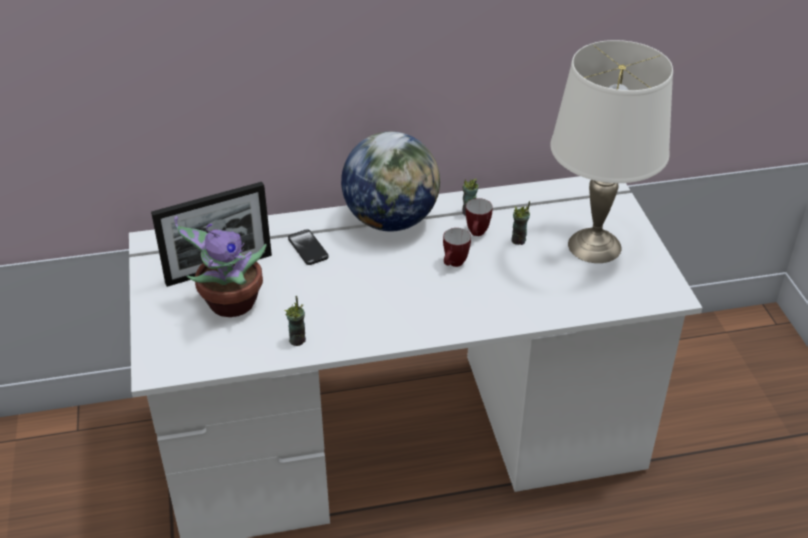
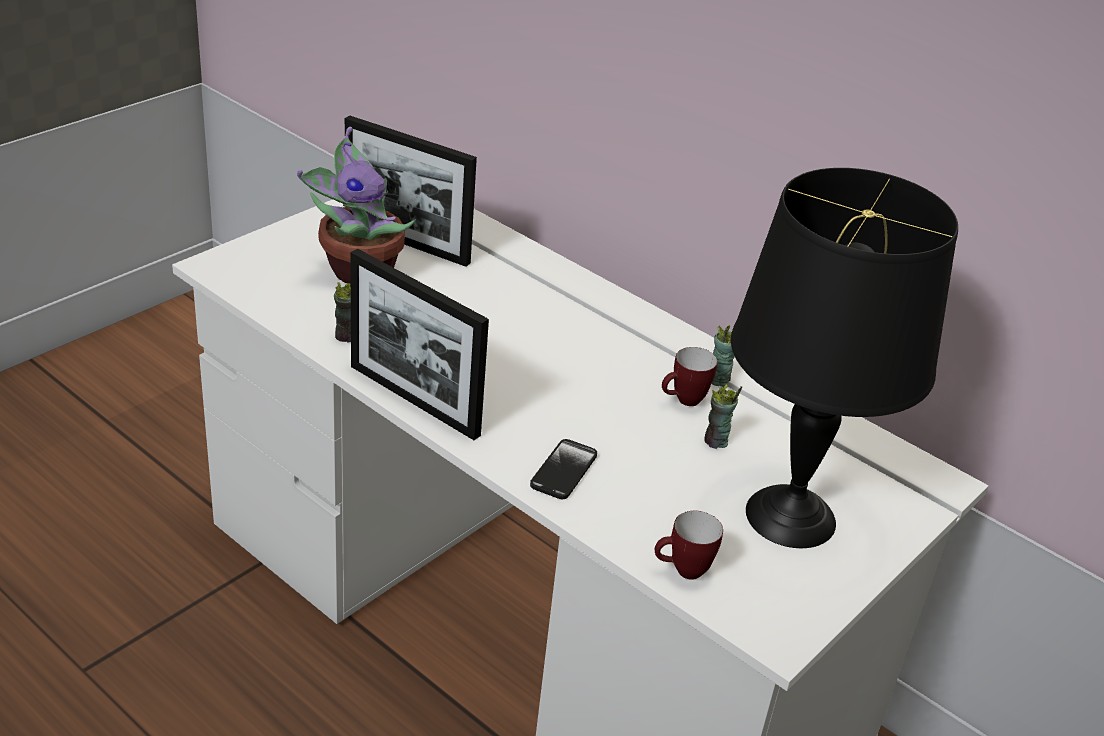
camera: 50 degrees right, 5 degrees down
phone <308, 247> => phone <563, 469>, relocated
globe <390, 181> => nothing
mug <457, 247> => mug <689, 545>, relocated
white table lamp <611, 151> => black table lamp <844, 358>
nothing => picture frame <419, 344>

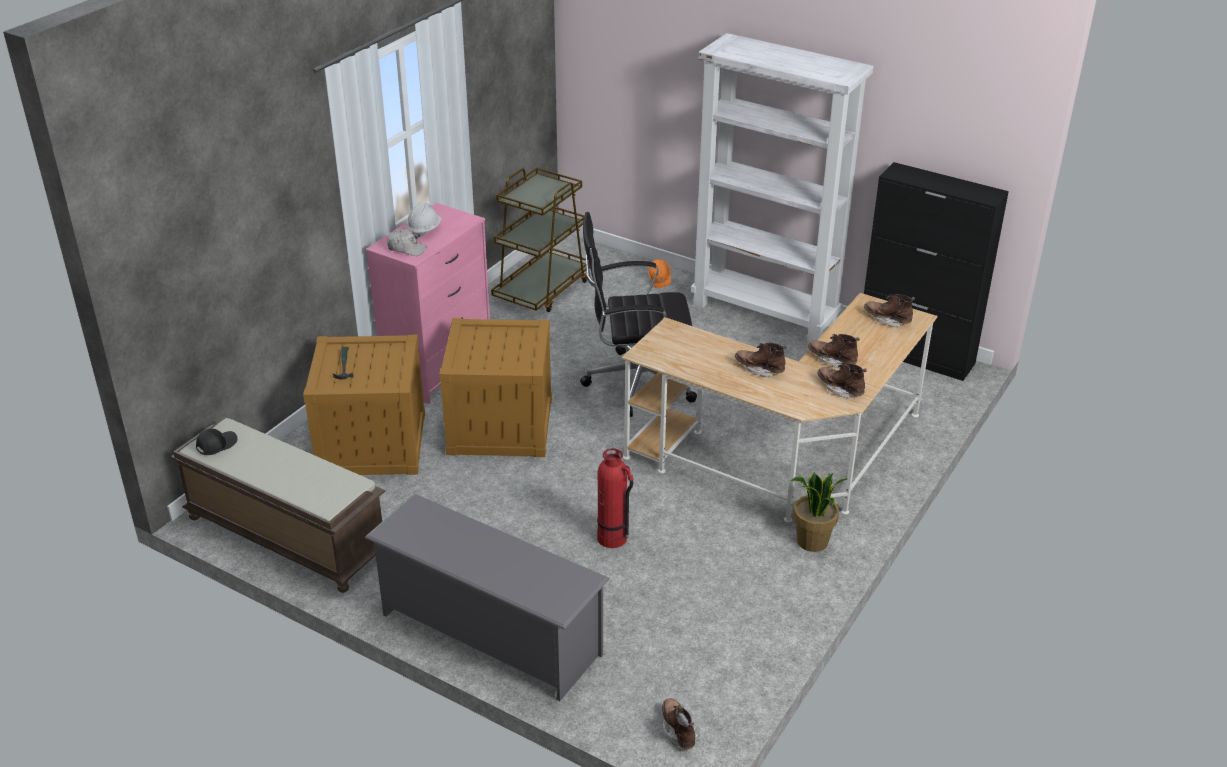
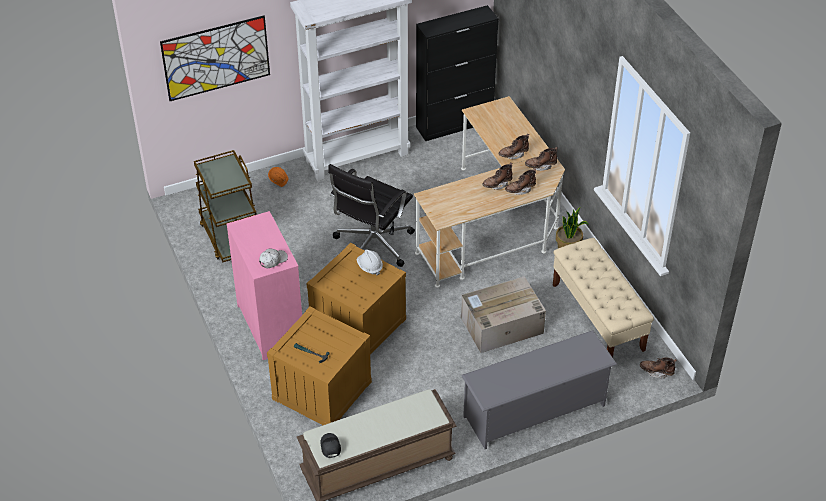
camera: 55 degrees left, 10 degrees up
white hard hat <424, 221> => white hard hat <369, 263>, relocated
fire extinguisher <615, 498> => cardboard box <503, 314>
brown boot <889, 311> => brown boot <520, 181>, relocated
nothing => picture <215, 58>
nothing => beige bench <603, 297>

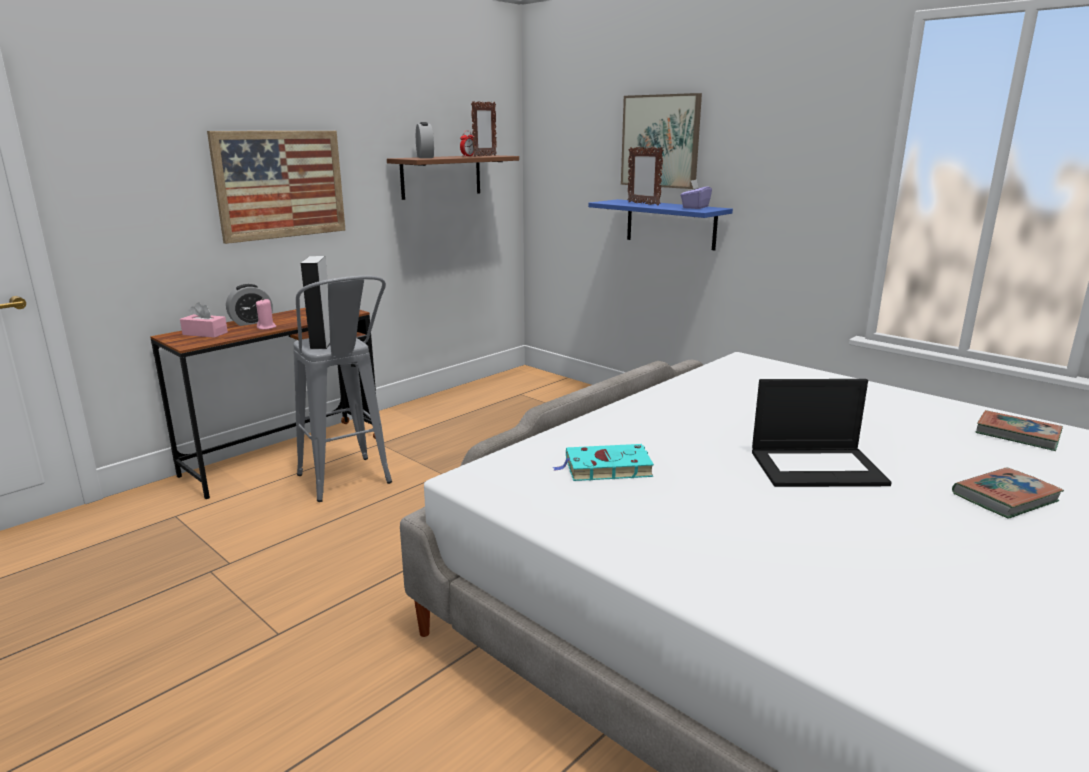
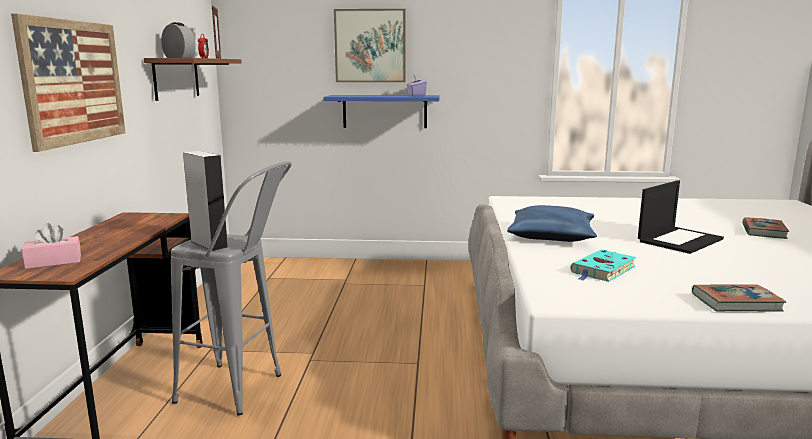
camera: 40 degrees left, 5 degrees down
alarm clock <249, 305> => nothing
pink candle <266, 314> => nothing
picture frame <645, 176> => nothing
book <1019, 430> => book <739, 298>, relocated
nothing => blue pillow <552, 223>

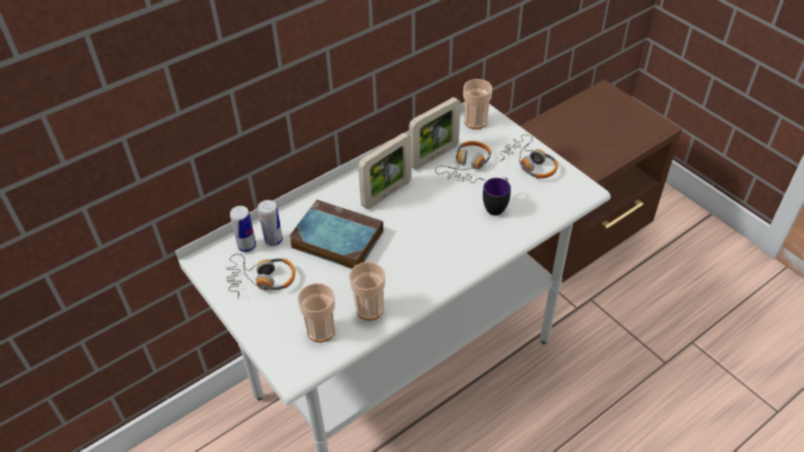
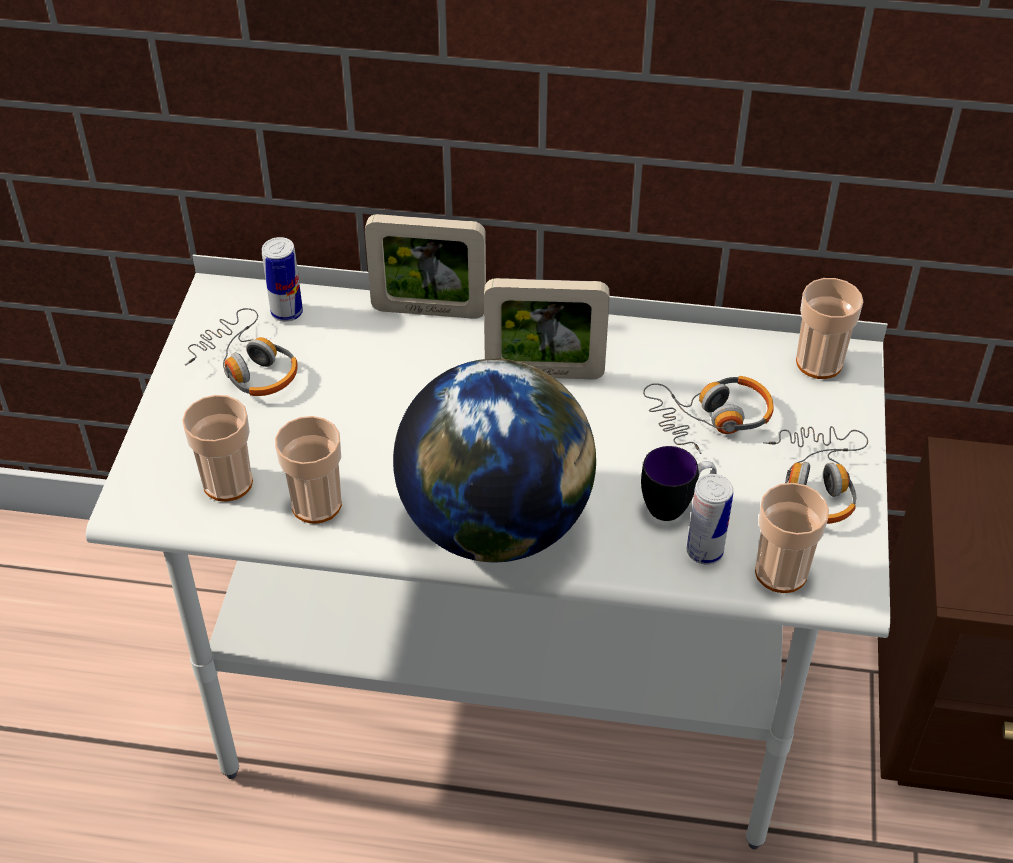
camera: 45 degrees right, 0 degrees up
can <270, 223> => can <710, 519>, relocated
book <336, 234> => nothing
picture frame <435, 133> => picture frame <425, 266>, relocated
nothing => globe <494, 460>
nothing => cup <792, 538>

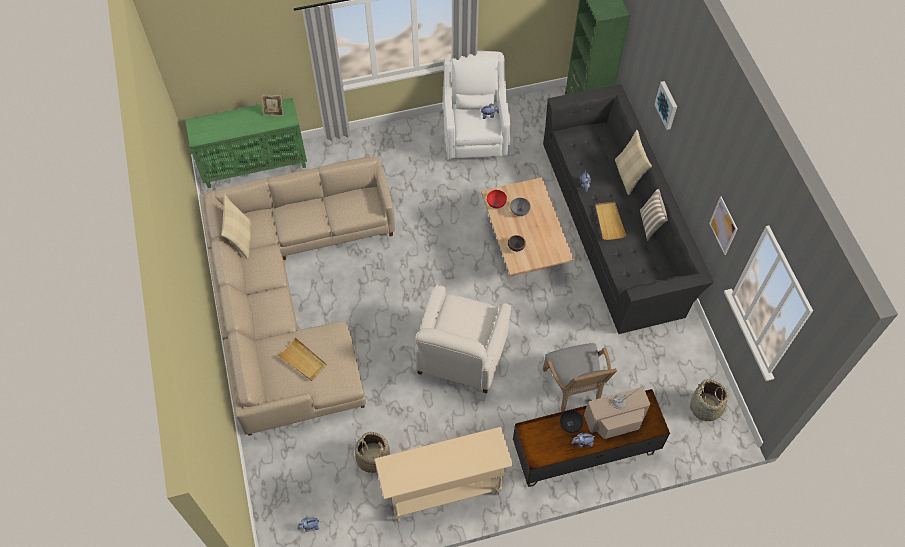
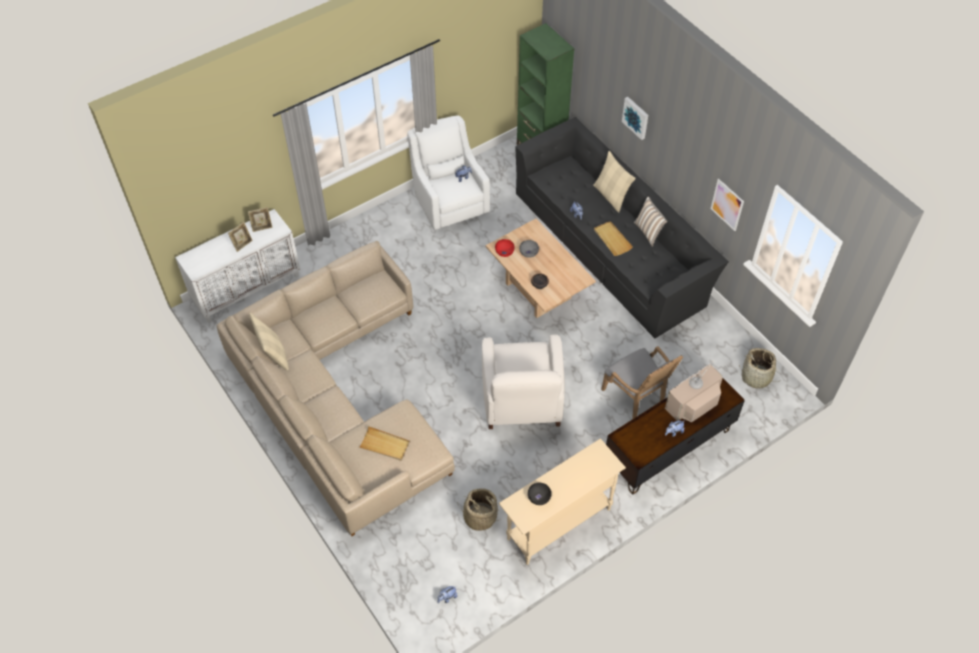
camera: 20 degrees left, 5 degrees down
green cabinet <246, 143> => white cabinet <237, 266>
black bowl <571, 421> => black bowl <539, 494>, relocated
nothing => picture frame <240, 237>

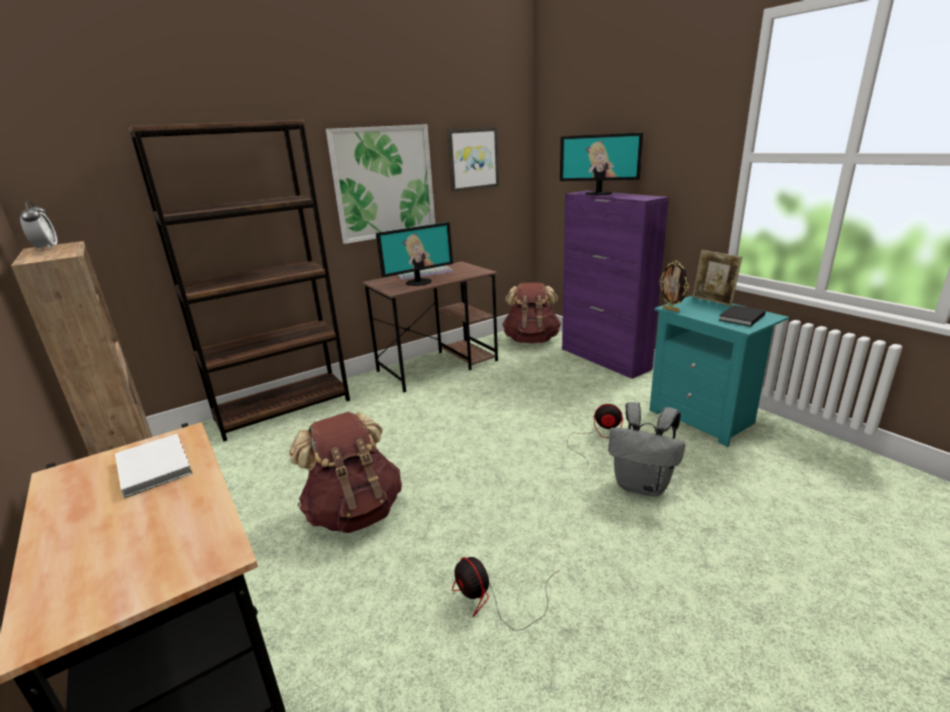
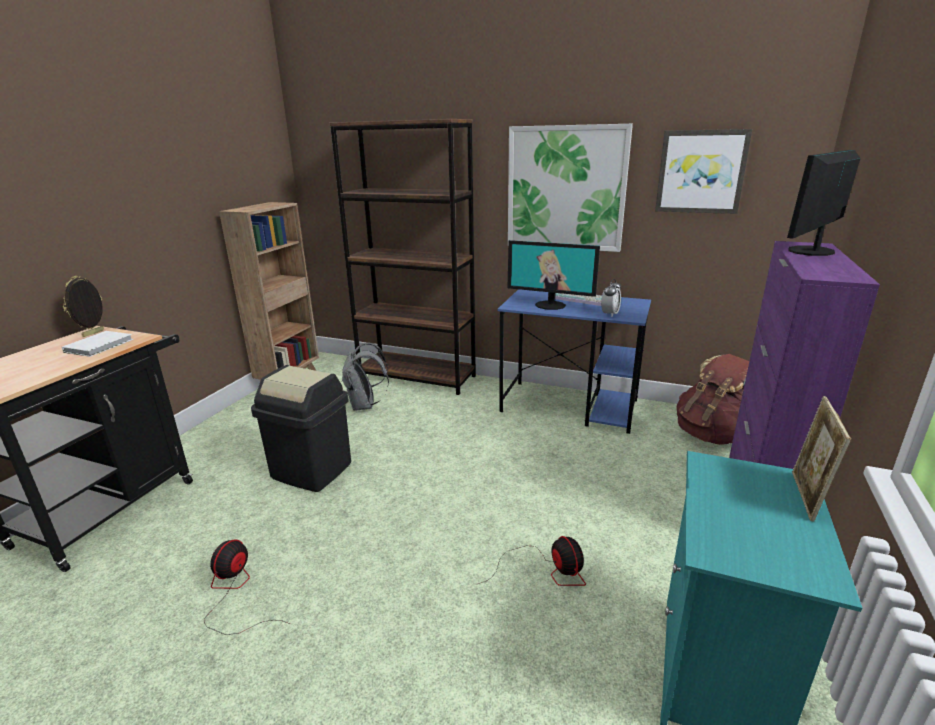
camera: 55 degrees right, 0 degrees up
alarm clock <38, 225> => alarm clock <611, 298>, relocated
brown backpack <345, 472> => black trash can <301, 428>
brown desk <430, 327> => blue desk <574, 361>
monitor <601, 164> => monitor <823, 203>, 60 degrees clockwise
grey backpack <646, 449> => grey backpack <365, 377>, relocated
picture frame <674, 286> => picture frame <83, 306>, relocated
black book <742, 315> => nothing

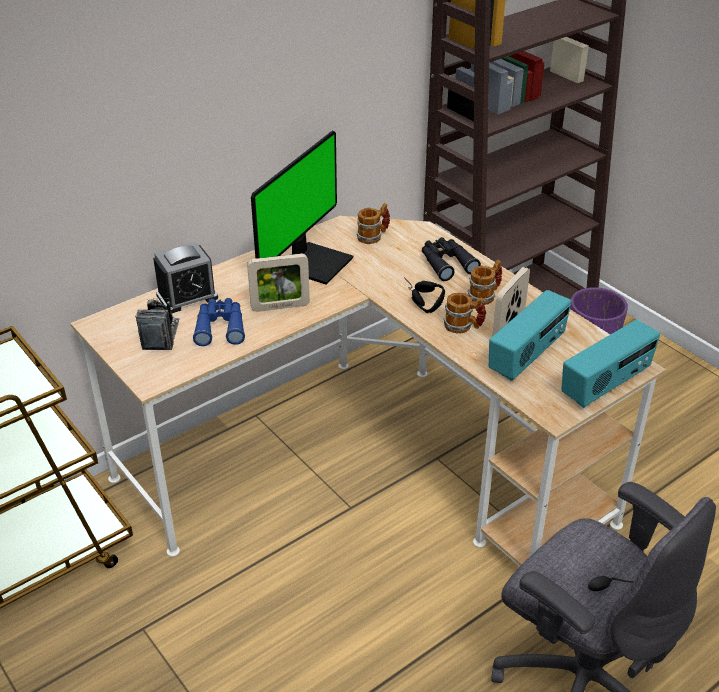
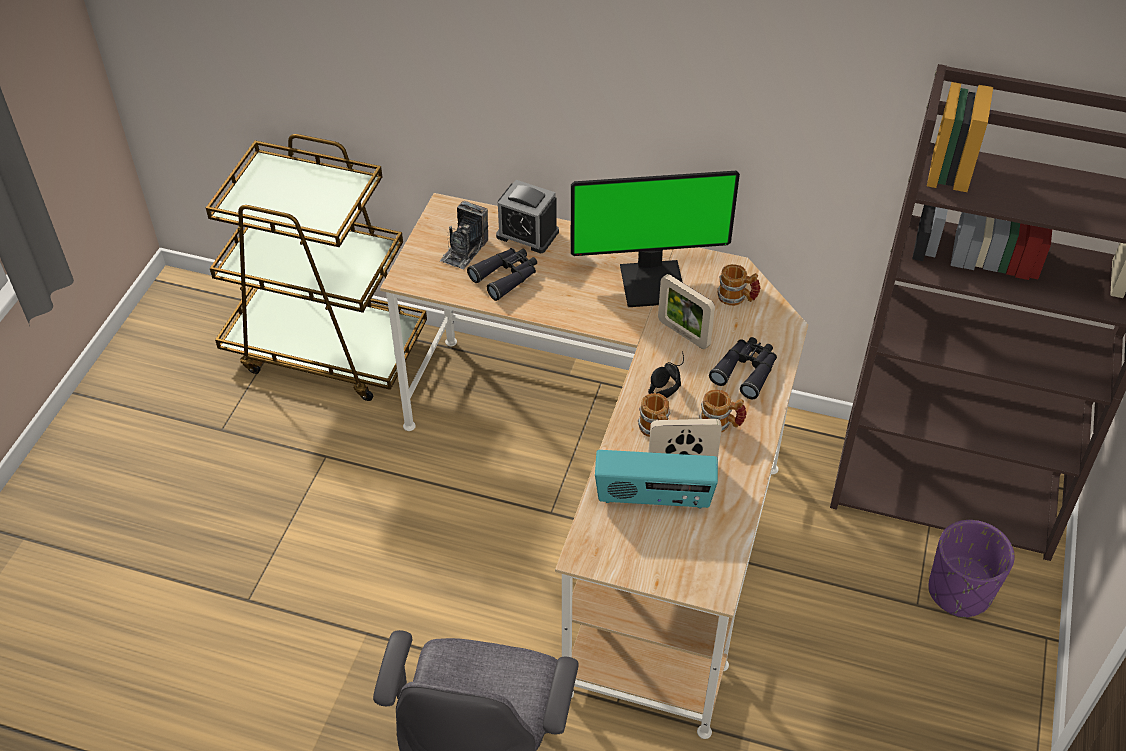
camera: 55 degrees right, 10 degrees up
photo camera <157, 324> => photo camera <464, 235>, 150 degrees clockwise
blue binoculars <219, 322> => black binoculars <502, 274>
picture frame <278, 282> => picture frame <686, 311>, relocated
radio <610, 364> => nothing

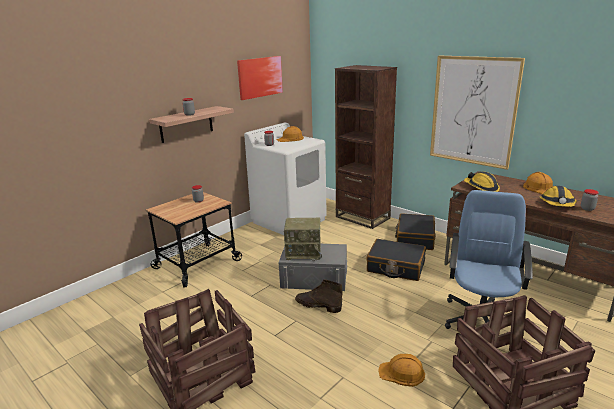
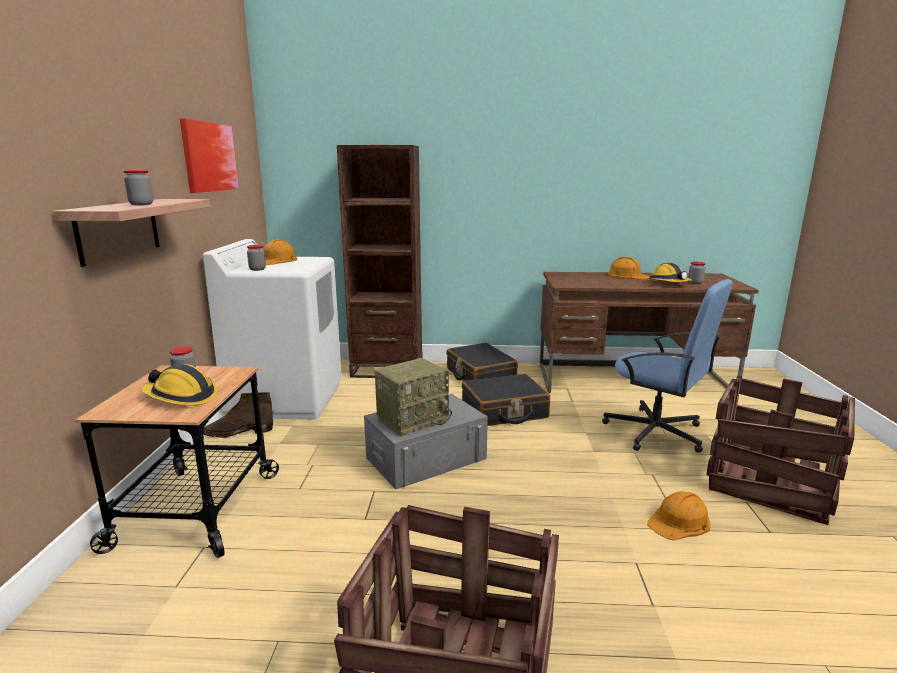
camera: 40 degrees left, 5 degrees down
brown boot <319, 296> => brown boot <238, 415>, relocated
picture <477, 113> => nothing
blue office chair <489, 259> => blue office chair <667, 366>, 150 degrees clockwise
hard hat <482, 182> => hard hat <179, 385>, relocated

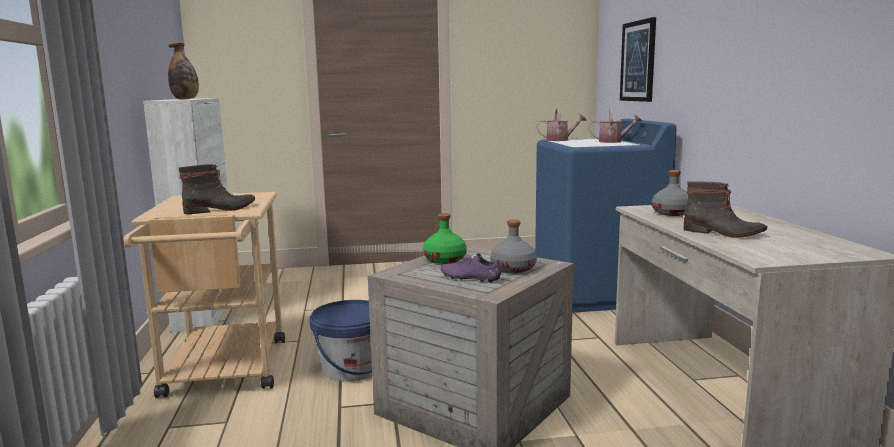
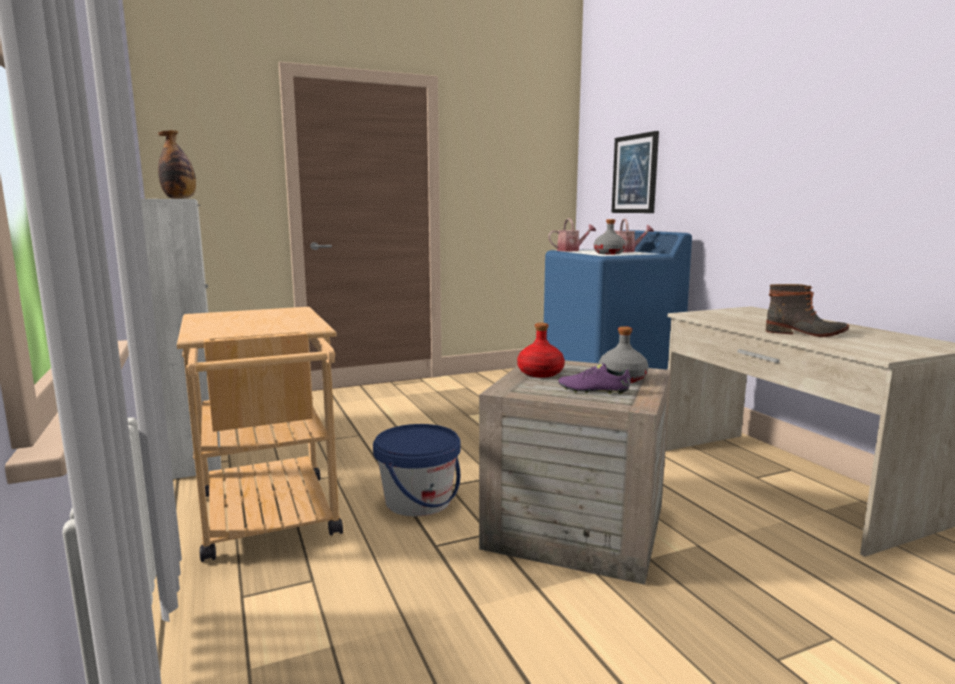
camera: 15 degrees left, 0 degrees up
boot <216, 189> => nothing
green bottle <445, 238> => red bottle <541, 350>
grey bottle <670, 193> => grey bottle <610, 236>, relocated

